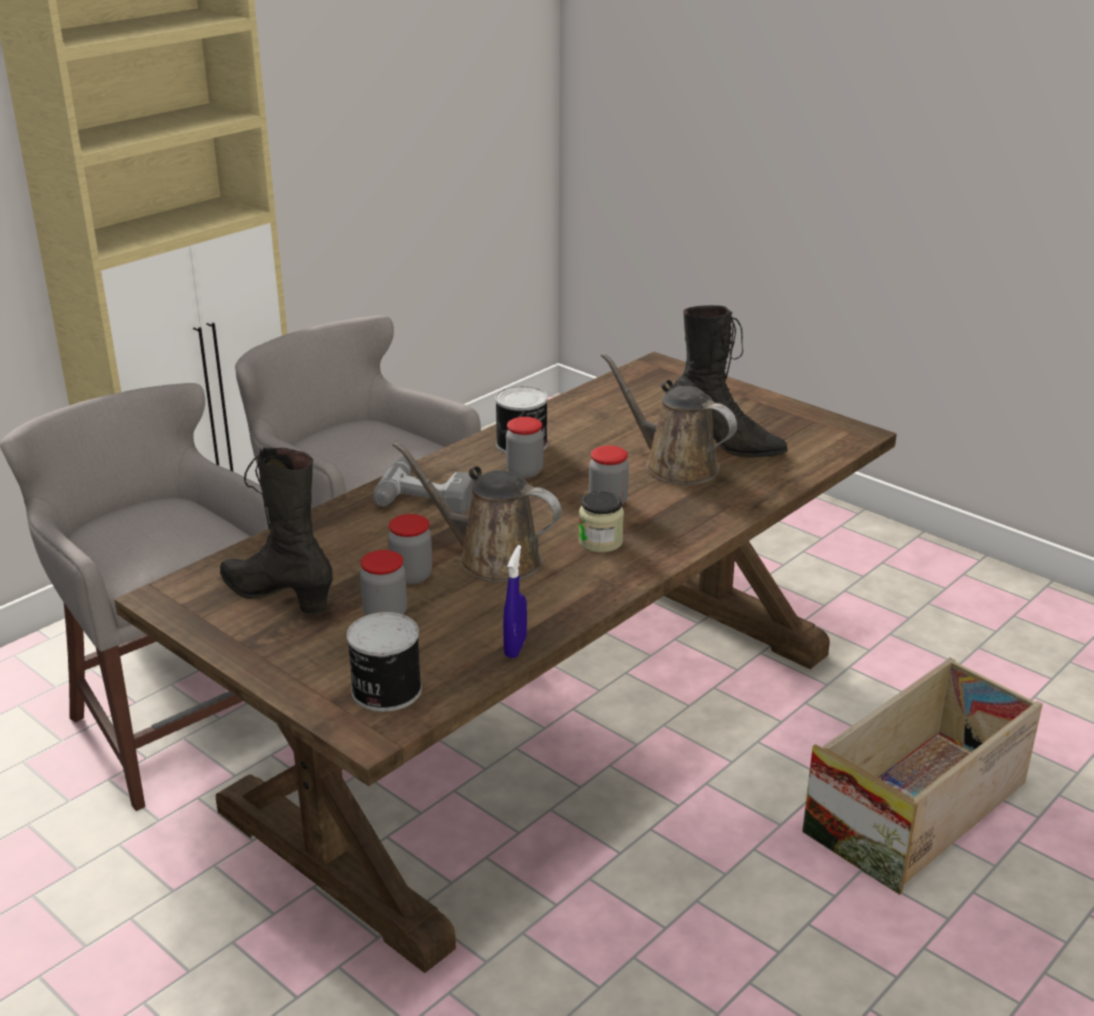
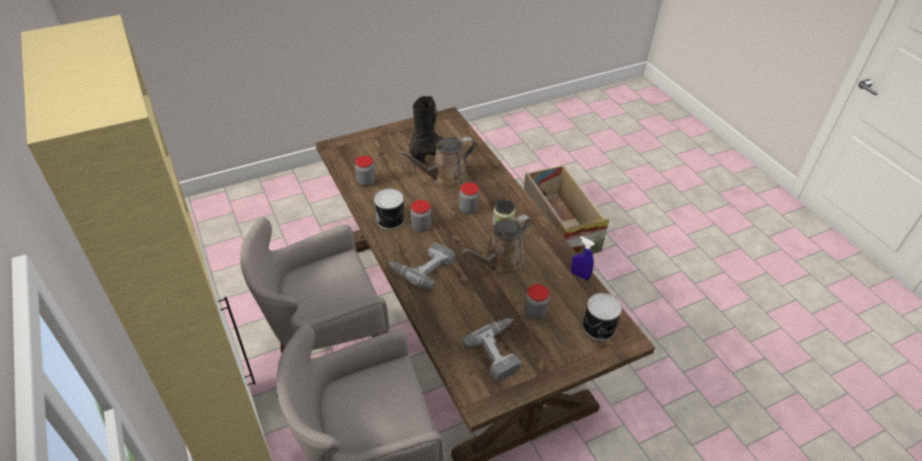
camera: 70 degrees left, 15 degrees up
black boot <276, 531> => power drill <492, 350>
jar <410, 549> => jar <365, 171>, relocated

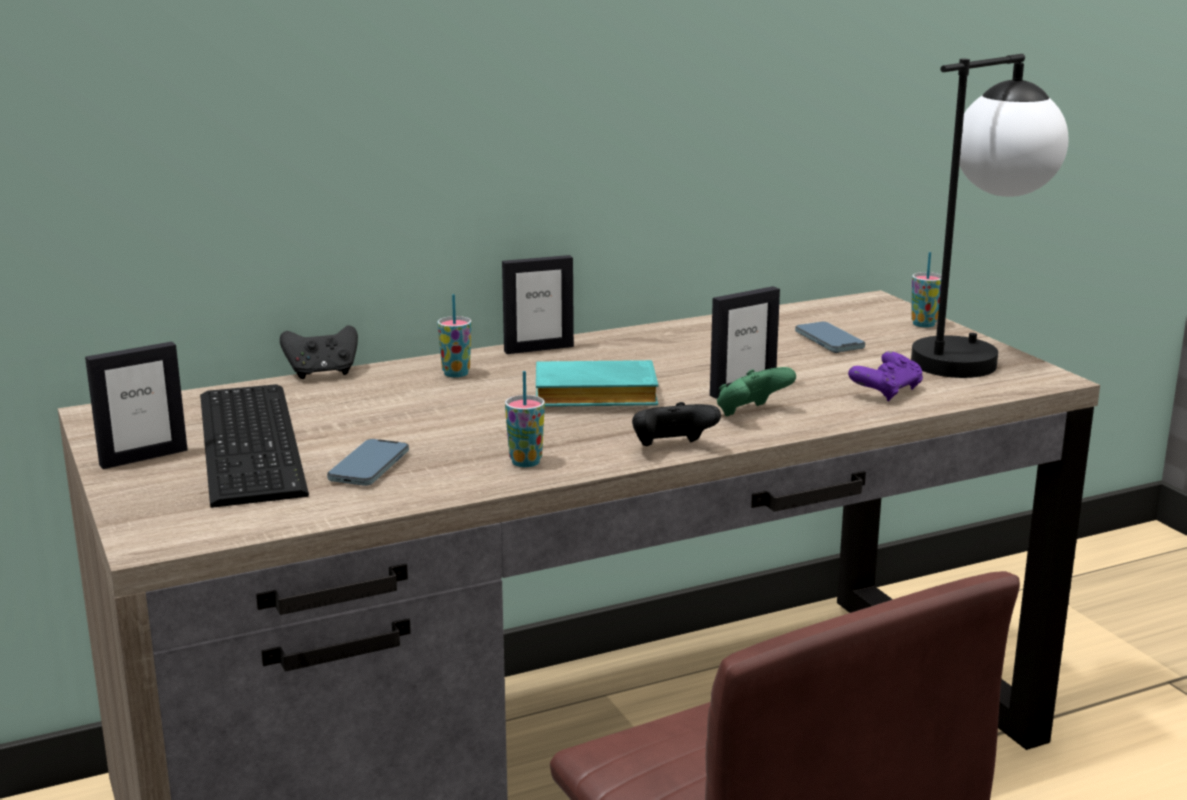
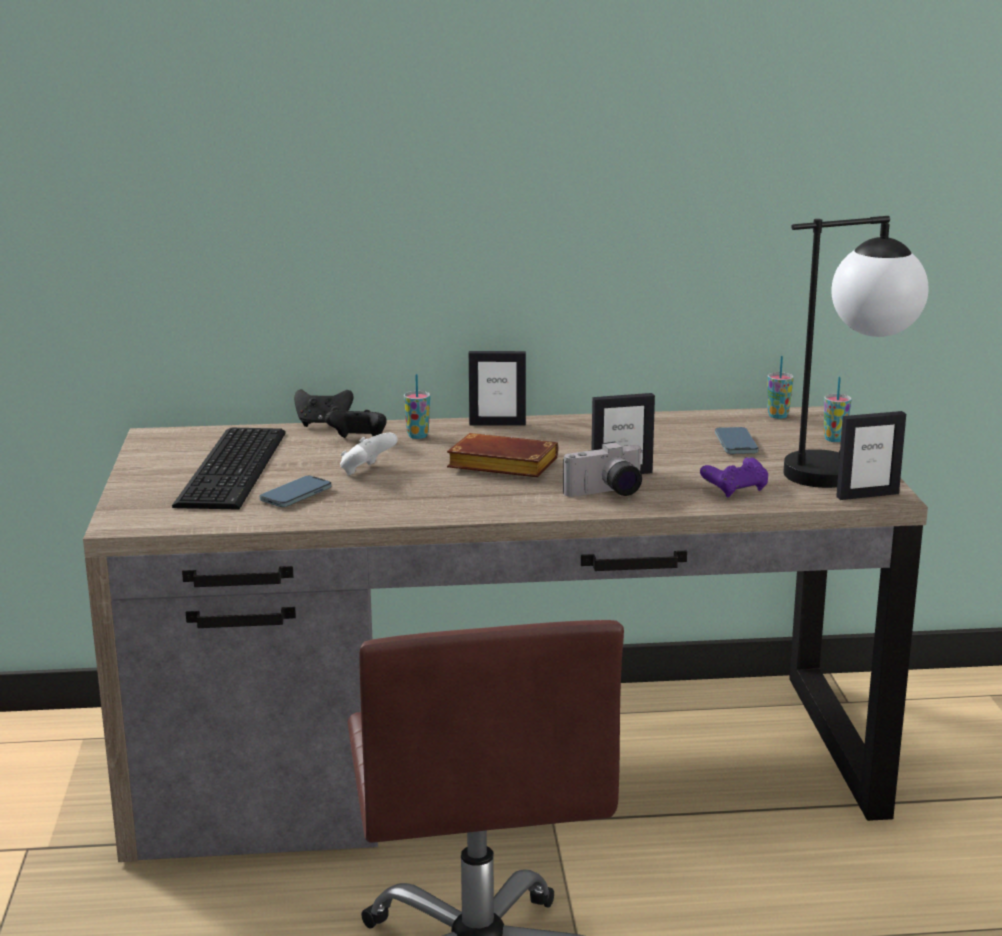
camera: 20 degrees right, 0 degrees up
picture frame <136, 405> => picture frame <871, 455>, relocated
cup <525, 419> => cup <780, 387>, relocated
turquoise book <597, 383> => brown book <502, 455>
black game controller <676, 424> => black game controller <356, 424>, relocated
green game controller <756, 391> => photo camera <603, 469>
nothing => white game controller <369, 454>

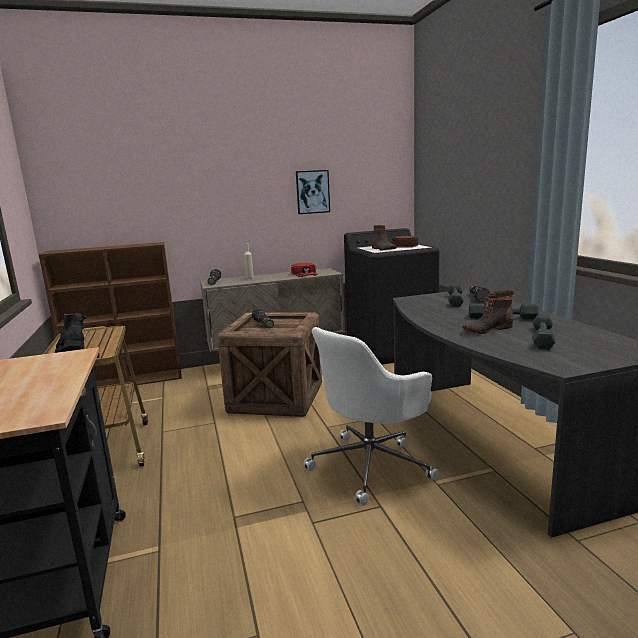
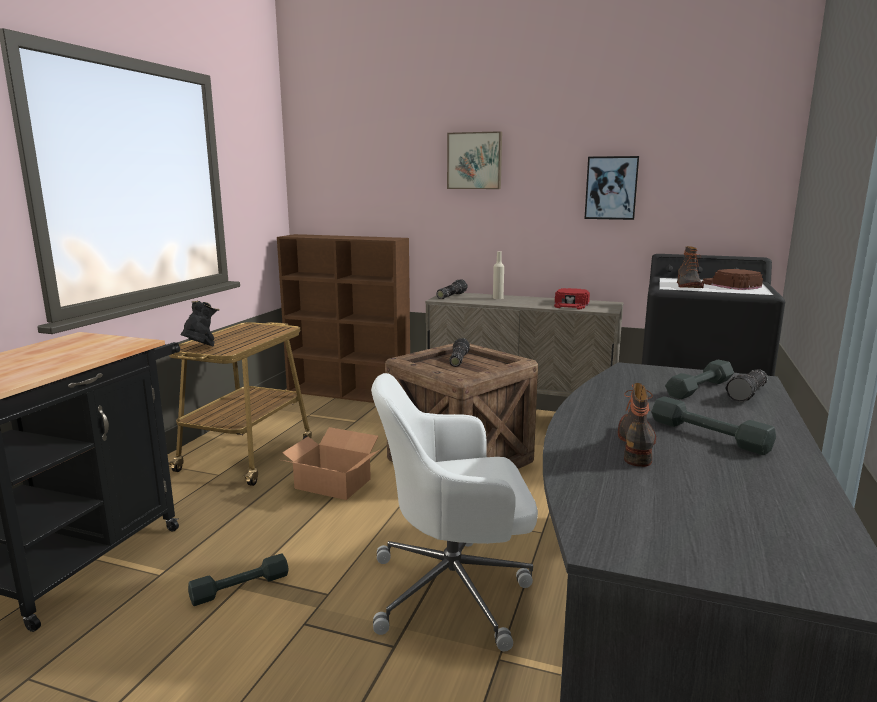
camera: 35 degrees right, 0 degrees up
boot <488, 312> => boot <637, 425>, 90 degrees clockwise
grey dumbbell <544, 332> => grey dumbbell <238, 579>, relocated
nothing => cardboard box <331, 463>
nothing => picture <474, 160>

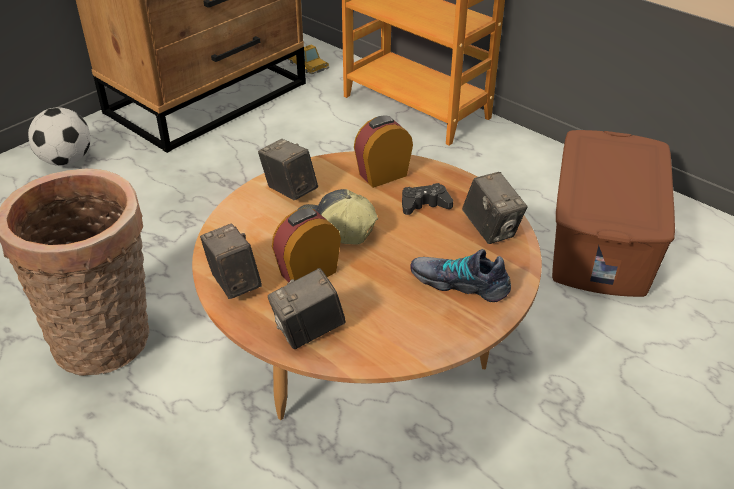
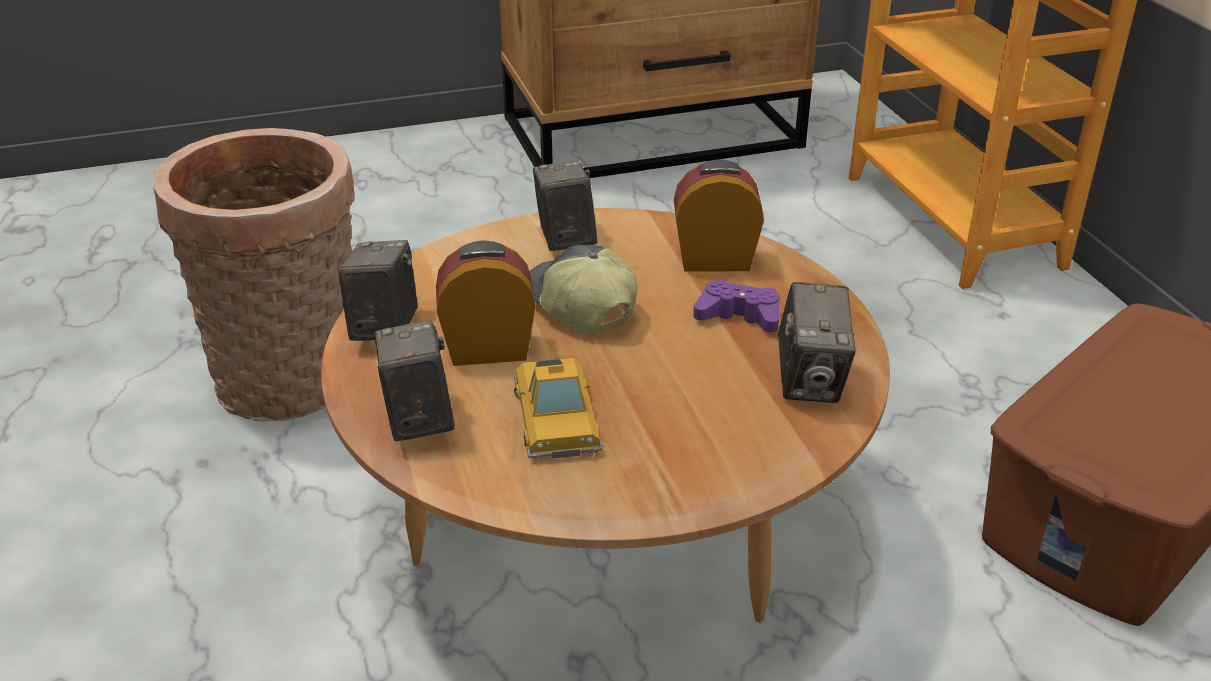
camera: 30 degrees right, 5 degrees down
football <59, 137> => nothing
photo camera <307, 308> => photo camera <415, 380>, 75 degrees clockwise
toy car <308, 59> => toy car <558, 408>, relocated
black game controller <427, 199> => purple game controller <736, 306>
shoe <461, 275> => nothing

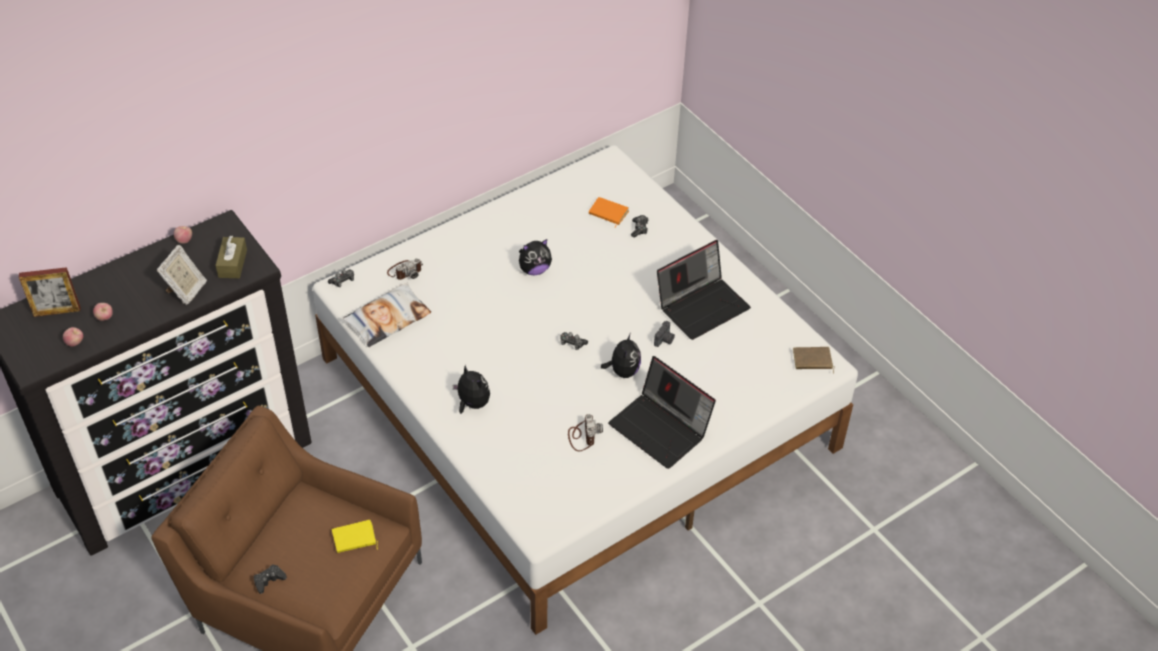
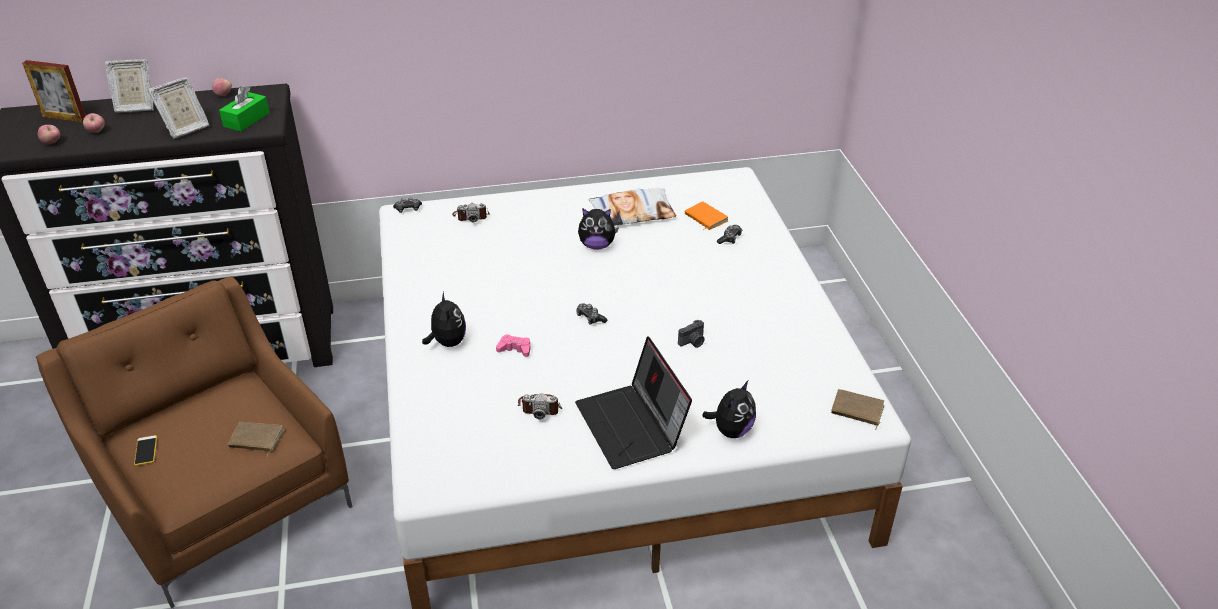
camera: 25 degrees right, 10 degrees down
brown tissue box <231, 257> => green tissue box <244, 108>
black game controller <270, 579> => phone <145, 450>
yellow book <355, 536> => brown book <256, 439>
pillow <387, 315> => pillow <632, 207>, relocated
photo camera <585, 432> => photo camera <540, 406>, 75 degrees clockwise
plush toy <621, 355> => plush toy <729, 409>, relocated
laptop <704, 290> => nothing
nothing => picture frame <129, 86>
nothing => pink game controller <513, 345>

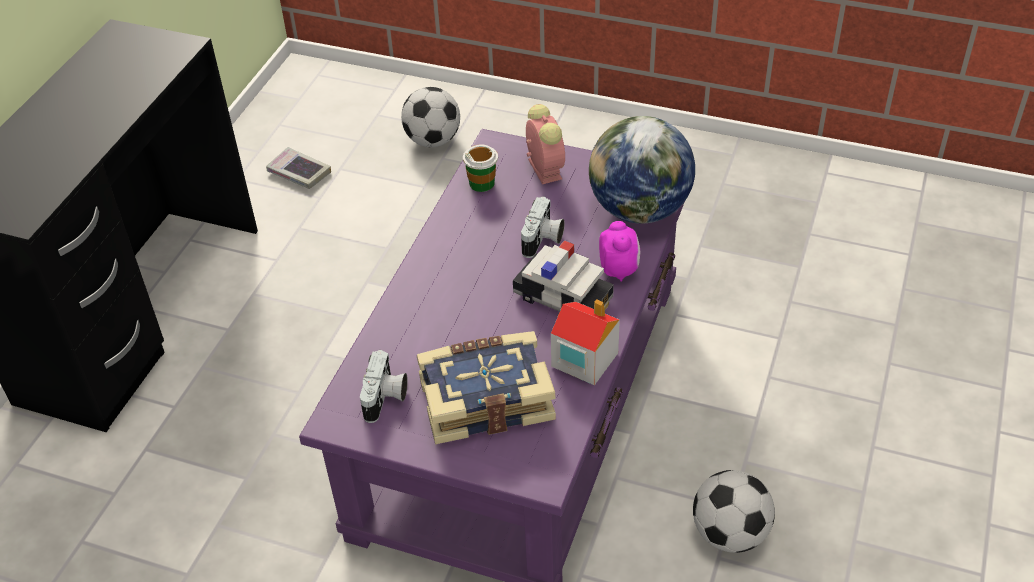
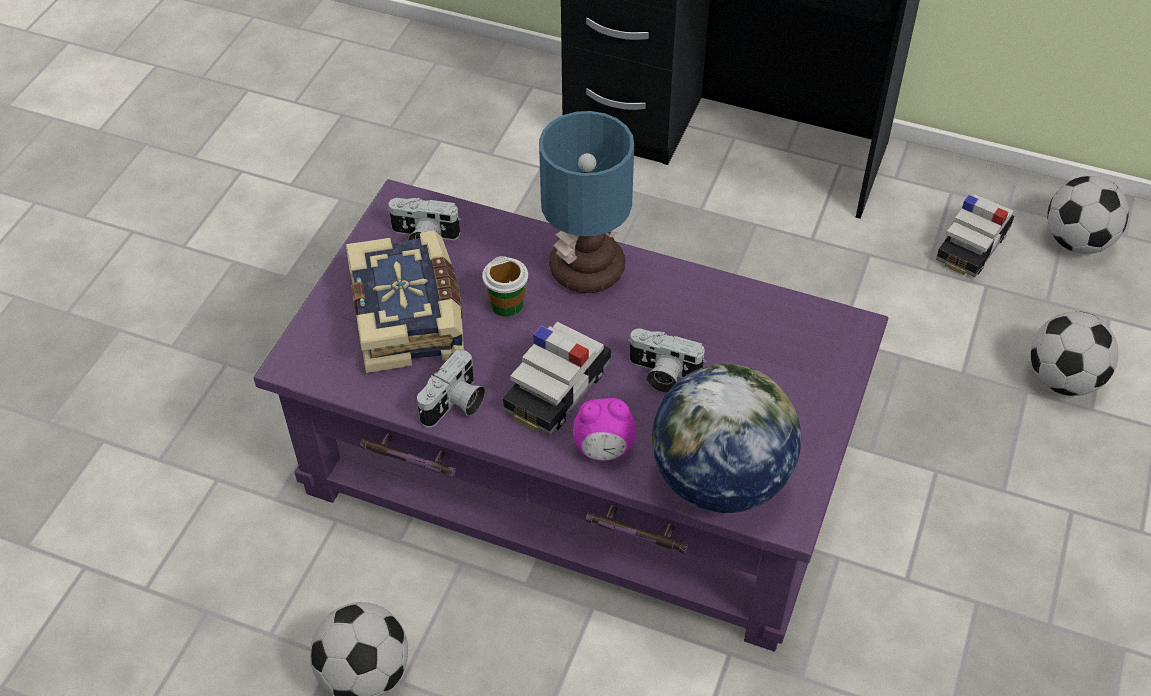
camera: 90 degrees right, 5 degrees up
book <298, 168> => toy car <975, 235>
cup <480, 168> => cup <505, 286>, relocated
alarm clock <545, 144> => nothing
toy house <585, 342> => photo camera <451, 389>
nothing => table lamp <586, 202>
nothing => football <1088, 215>

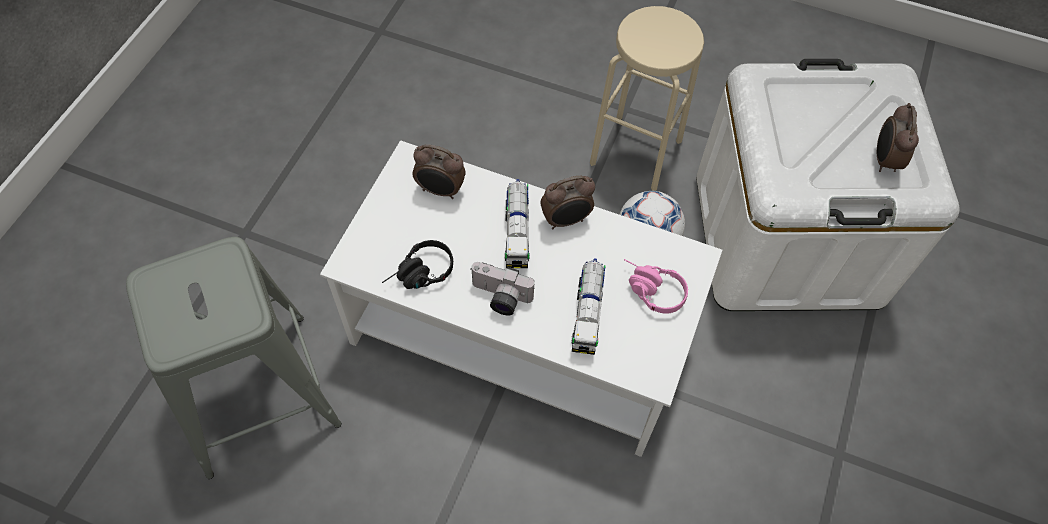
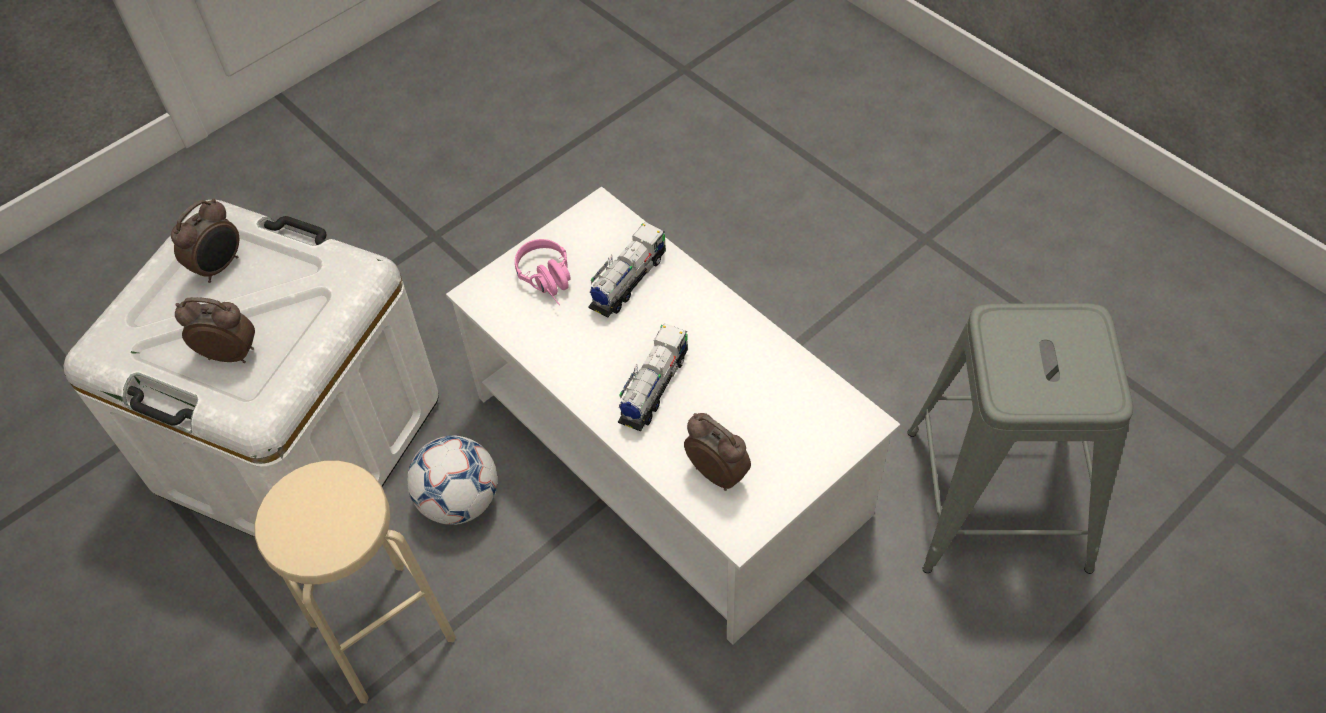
camera: 150 degrees left, 5 degrees down
black headphones <417, 264> => nothing
photo camera <502, 289> => nothing
alarm clock <567, 202> => alarm clock <215, 330>, relocated

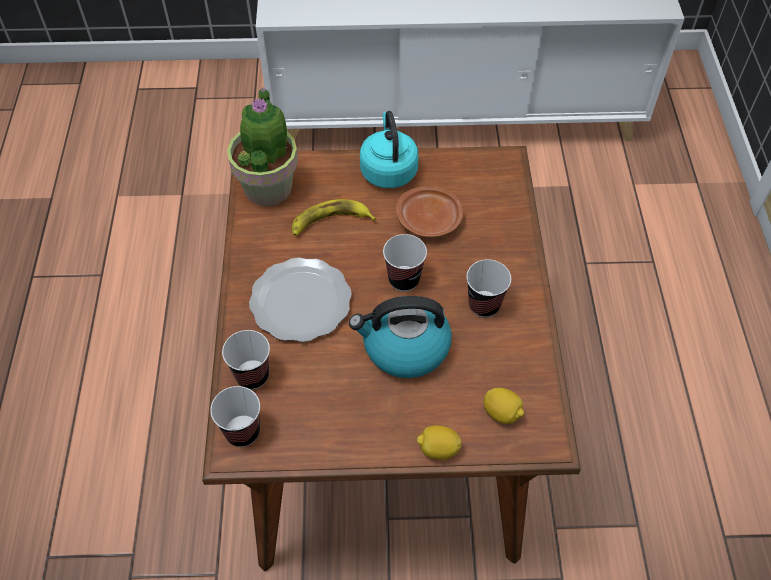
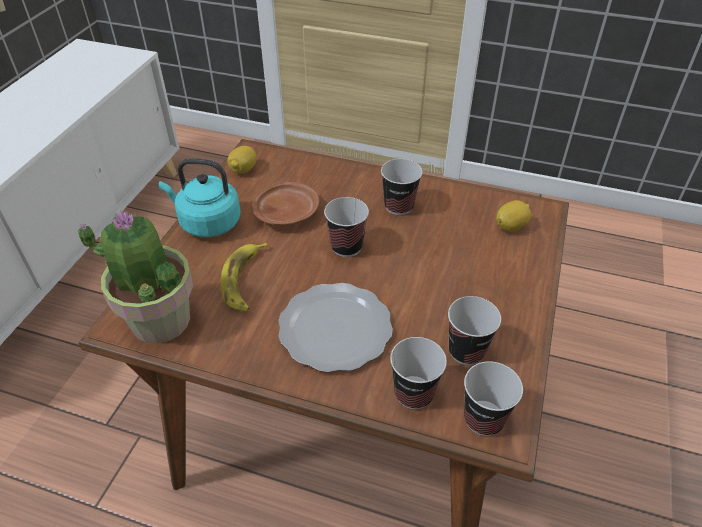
camera: 70 degrees left, 10 degrees down
kettle <400, 337> => nothing
lemon <439, 442> => lemon <241, 160>, relocated
nothing => cup <474, 330>

